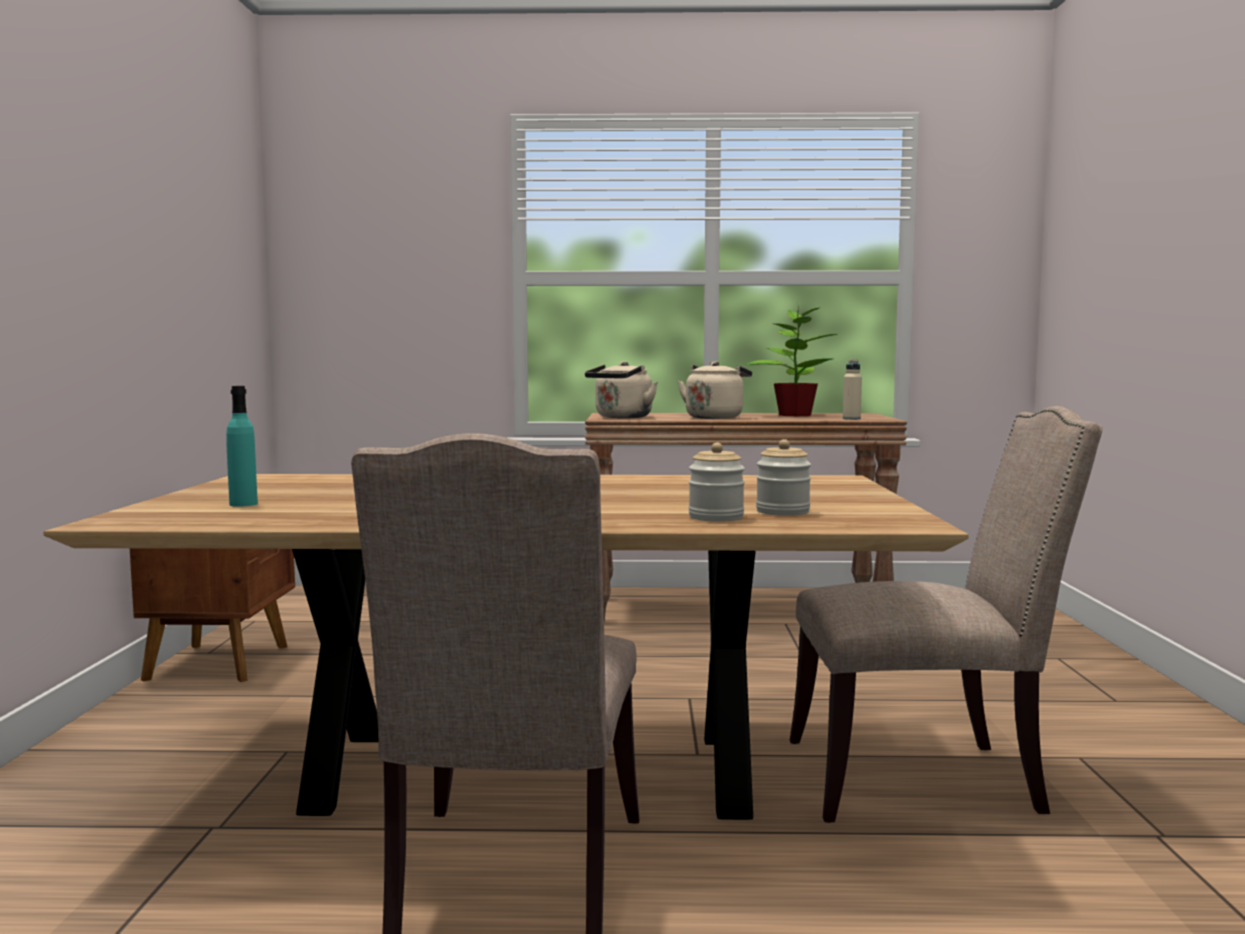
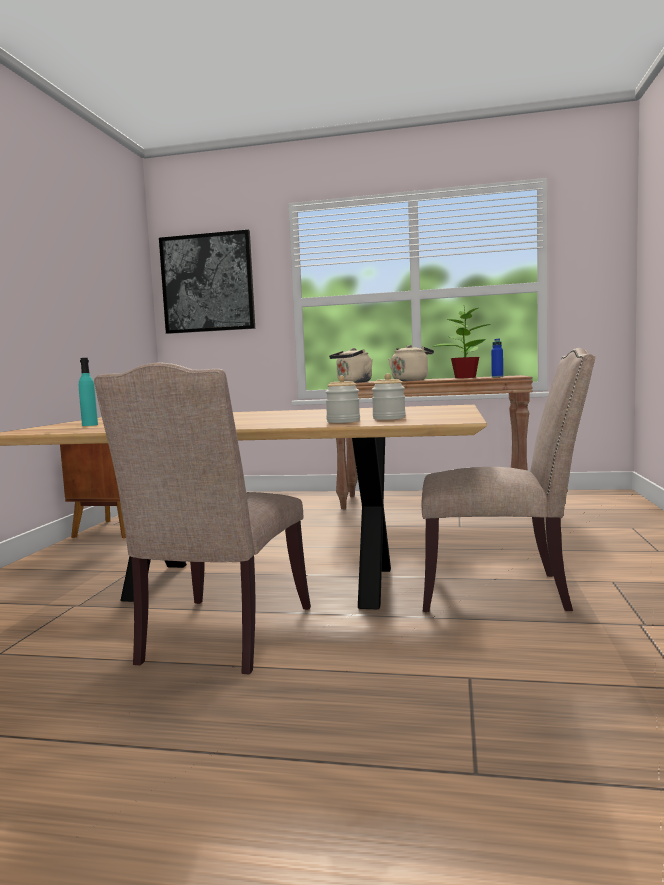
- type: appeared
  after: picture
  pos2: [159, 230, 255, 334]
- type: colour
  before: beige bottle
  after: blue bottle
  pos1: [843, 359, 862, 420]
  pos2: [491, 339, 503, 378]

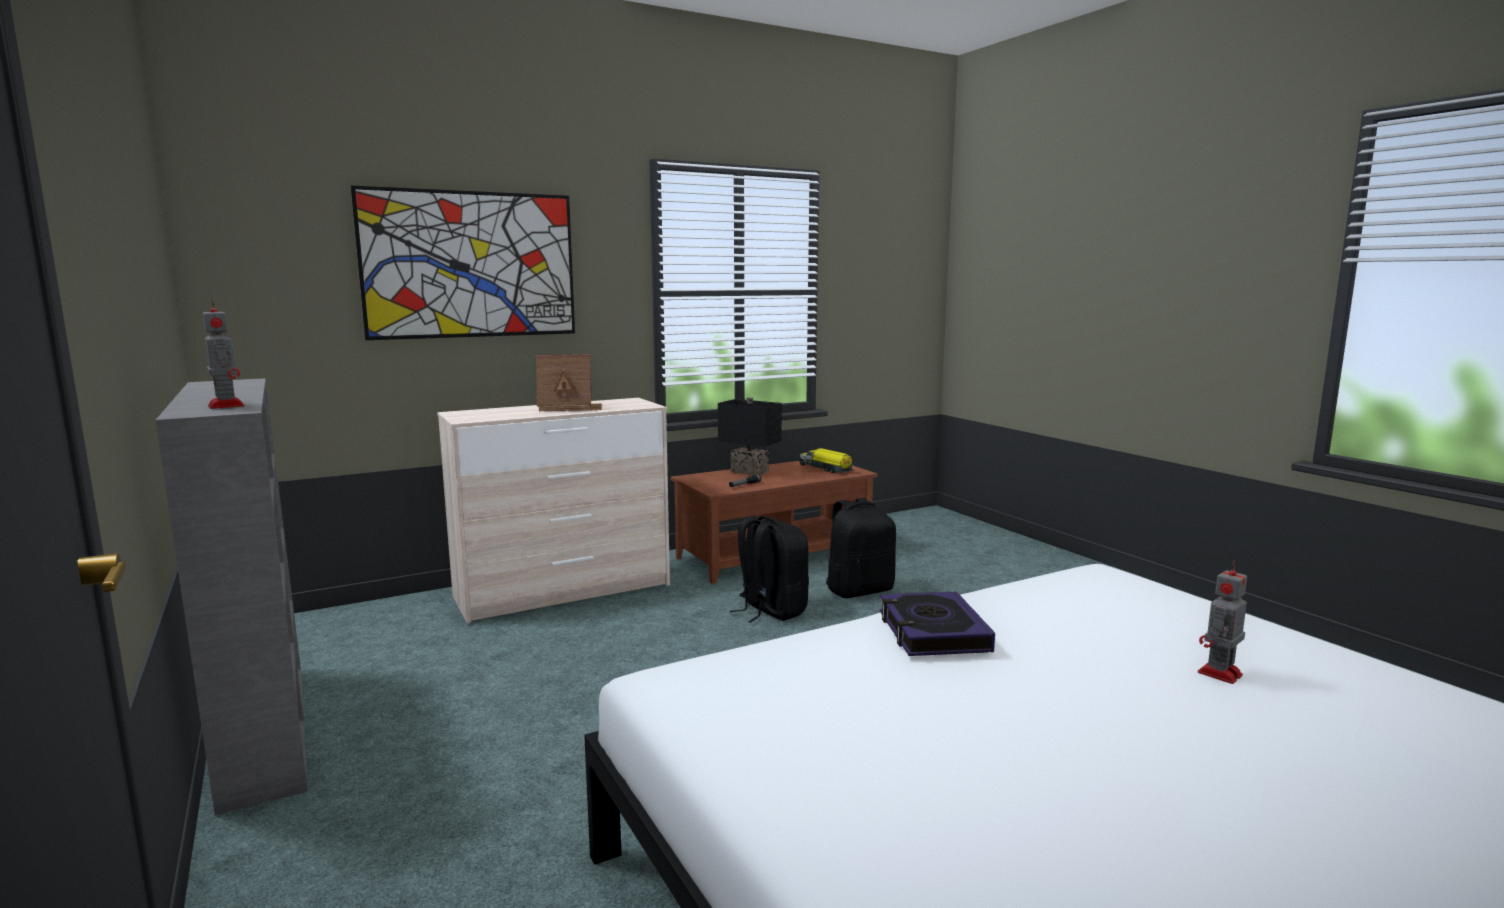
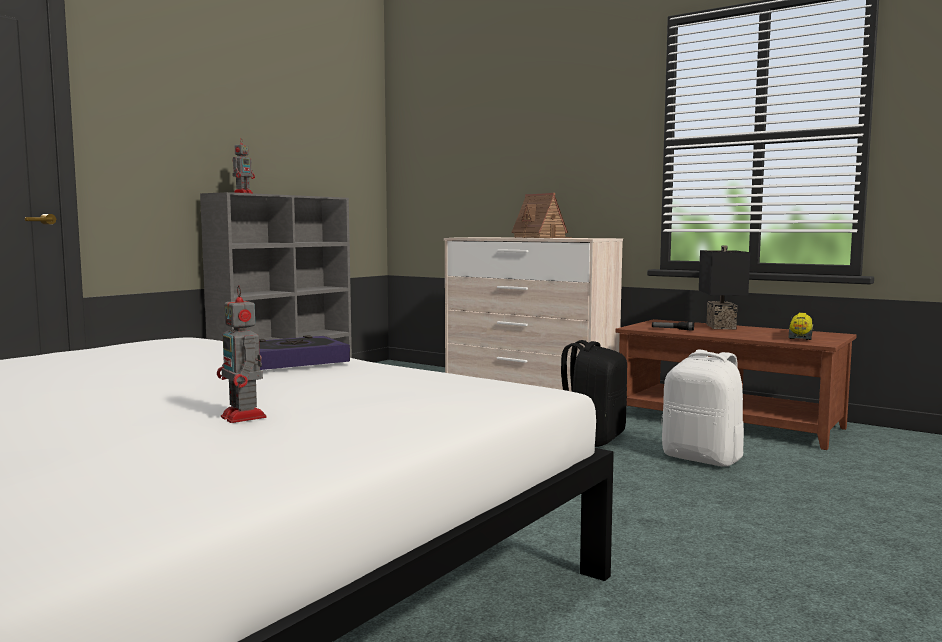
- type: missing
  before: picture
  pos1: [351, 185, 575, 340]
- type: colour
  before: black backpack
  after: white backpack
  pos1: [826, 498, 896, 598]
  pos2: [661, 349, 744, 467]
- type: spun
  before: toy robot
  pos1: [1198, 560, 1247, 684]
  pos2: [217, 285, 267, 423]
  turn: -150

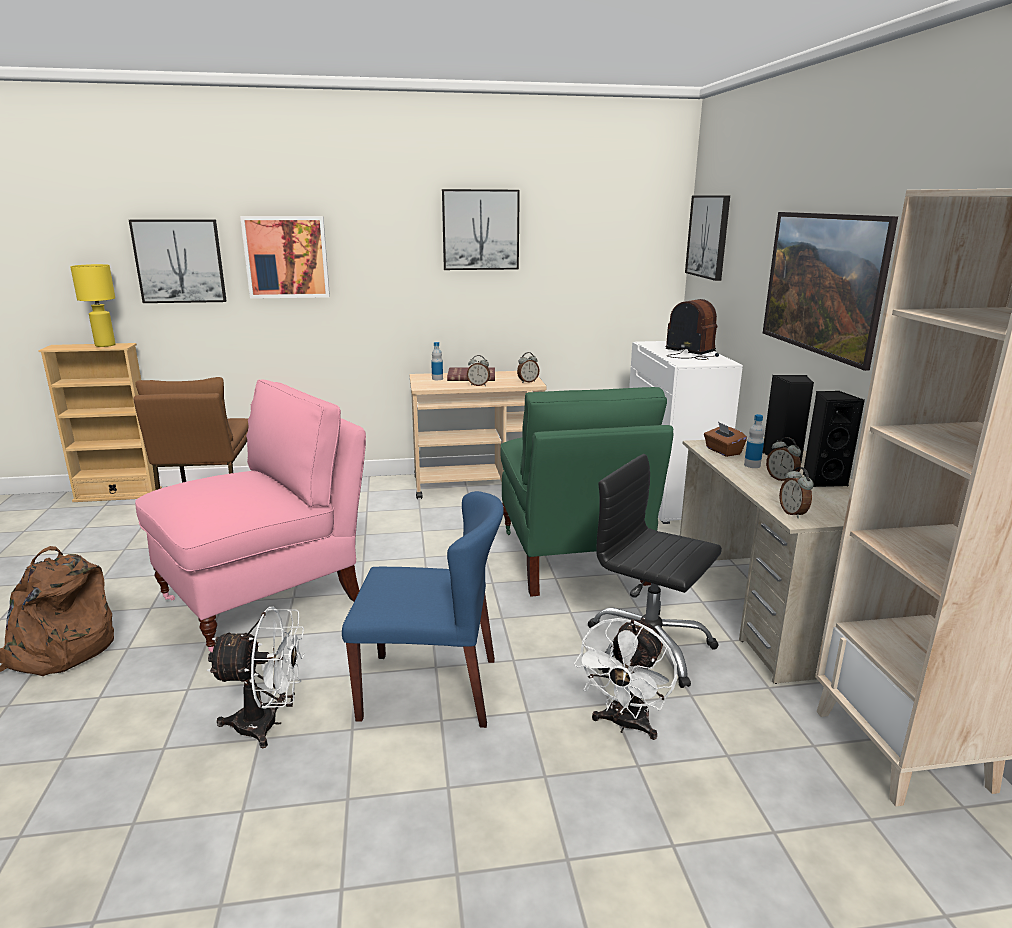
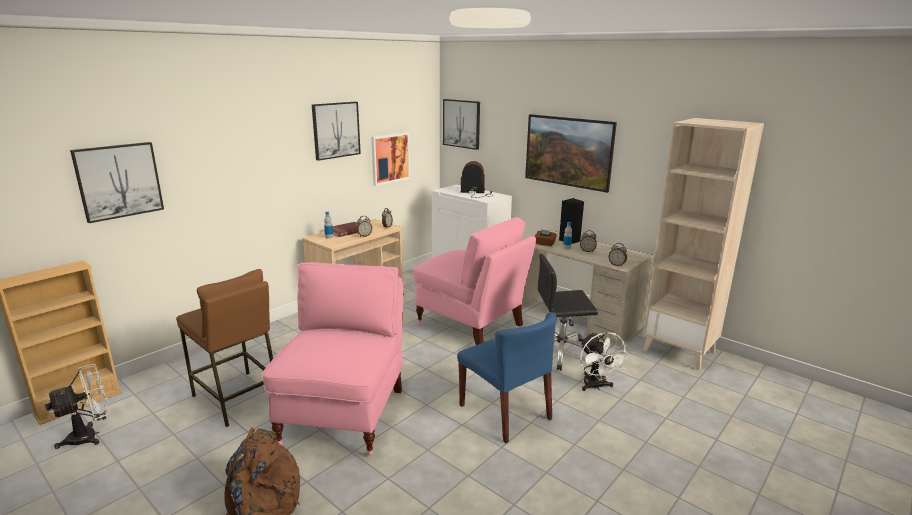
- type: missing
  before: yellow table lamp
  pos1: [70, 264, 115, 347]
- type: missing
  before: black speaker
  pos1: [803, 391, 865, 487]
- type: relocated
  before: white fan
  pos1: [207, 607, 305, 748]
  pos2: [45, 364, 110, 449]
- type: relocated
  before: picture
  pos1: [240, 216, 330, 299]
  pos2: [371, 132, 410, 186]
- type: colour
  before: green chair
  after: pink chair
  pos1: [500, 387, 673, 597]
  pos2: [413, 217, 536, 345]
- type: spun
  before: blue chair
  pos1: [342, 491, 504, 728]
  pos2: [457, 312, 556, 443]
  turn: 90

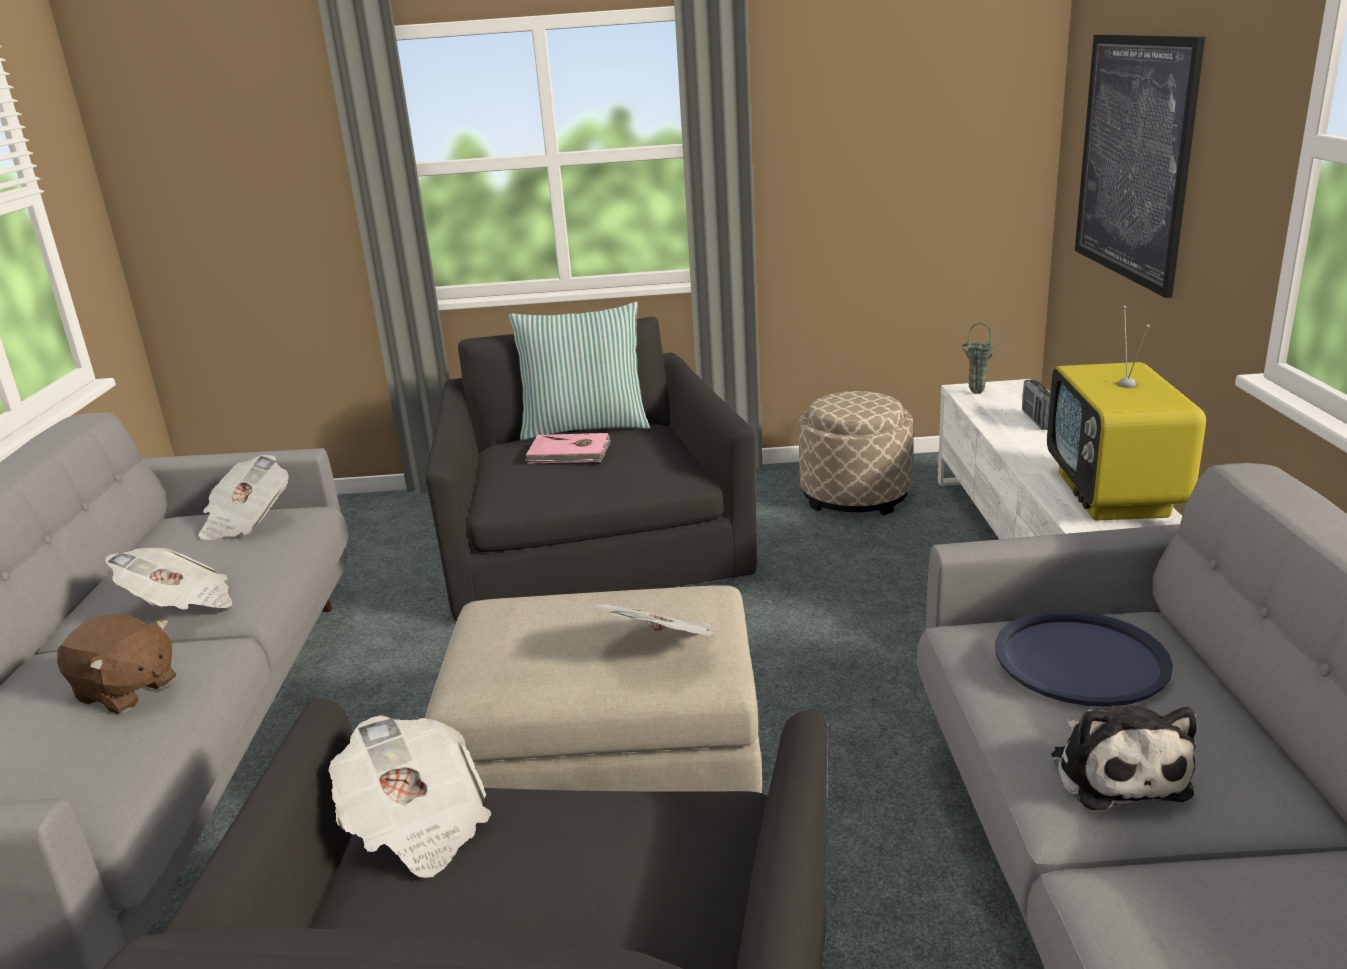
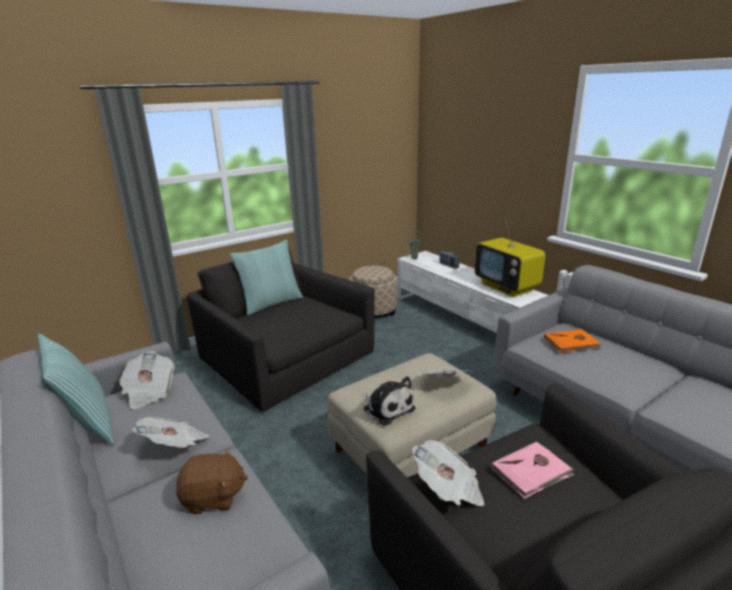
- type: missing
  before: picture
  pos1: [1075, 34, 1205, 298]
- type: appeared
  after: pillow
  pos2: [38, 334, 114, 445]
- type: relocated
  before: pink book
  pos1: [526, 433, 611, 464]
  pos2: [491, 442, 575, 499]
- type: relocated
  before: plush toy
  pos1: [1051, 705, 1197, 810]
  pos2: [363, 376, 415, 426]
- type: exchanged
  before: blue tray
  after: orange book
  pos1: [995, 610, 1173, 707]
  pos2: [544, 329, 602, 353]

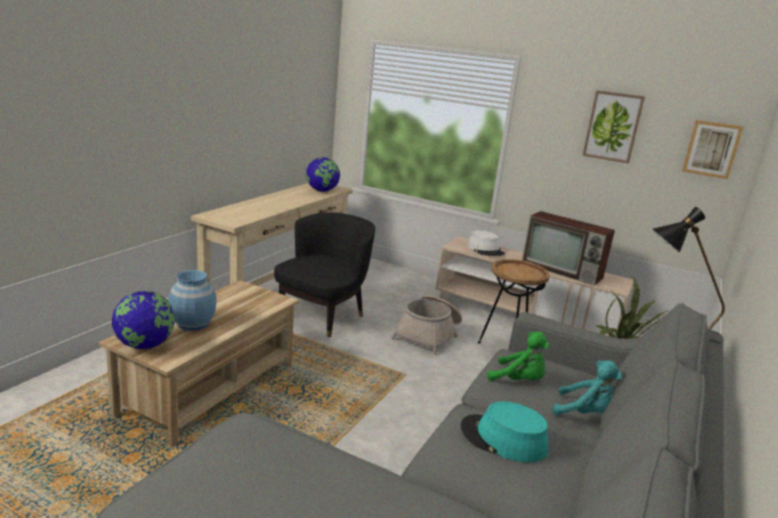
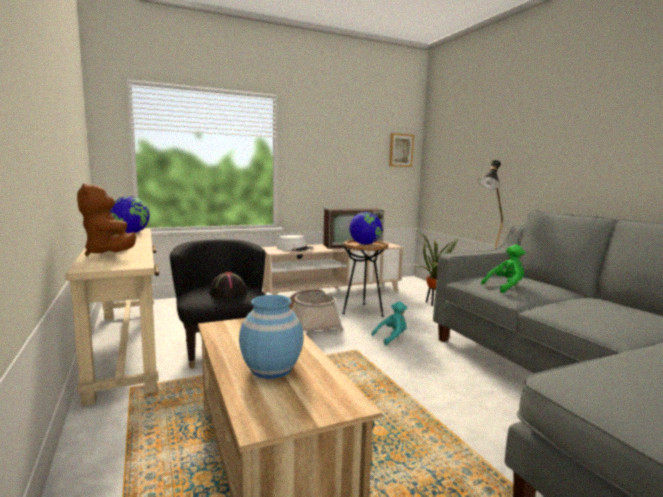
- type: missing
  before: turquoise hat
  pos1: [460, 401, 548, 462]
- type: missing
  before: picture
  pos1: [582, 90, 645, 164]
- type: appeared
  after: brown plush toy
  pos2: [77, 184, 136, 256]
- type: appeared
  after: black hat
  pos2: [209, 272, 246, 298]
- type: relocated
  before: globe
  pos1: [112, 291, 175, 349]
  pos2: [349, 212, 382, 245]
- type: relocated
  before: turquoise plush toy
  pos1: [553, 360, 623, 415]
  pos2: [371, 301, 407, 345]

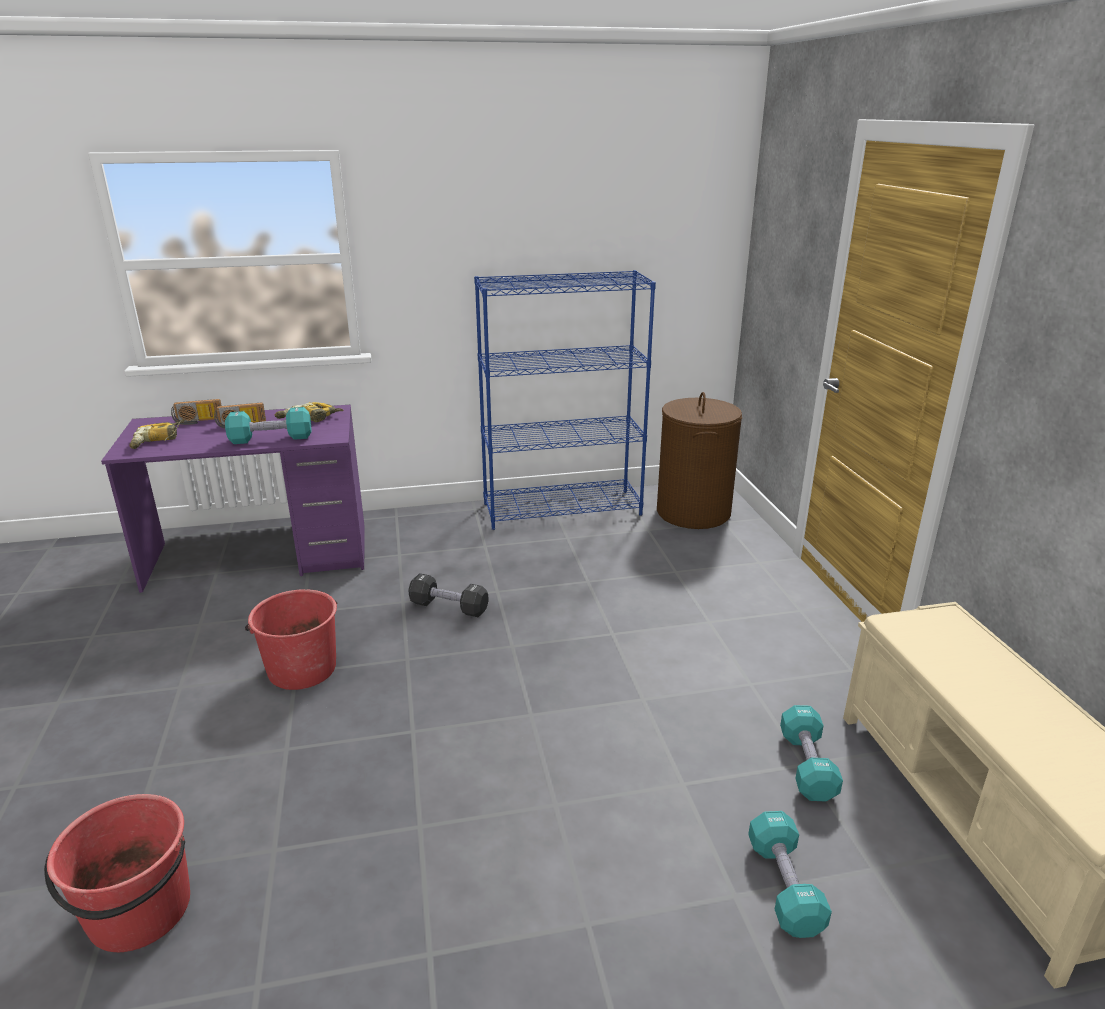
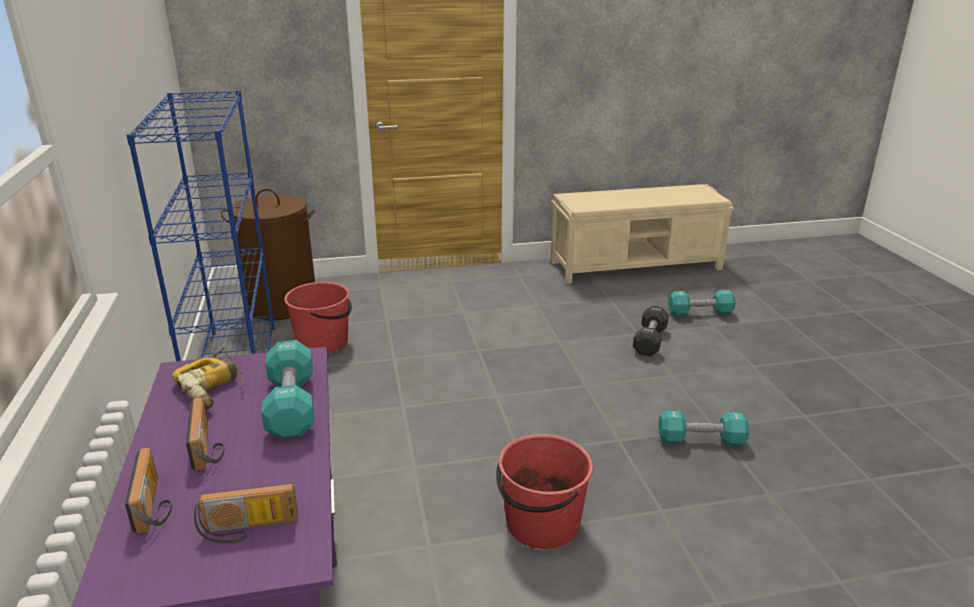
- type: relocated
  before: red bucket
  pos1: [44, 794, 190, 952]
  pos2: [284, 282, 352, 354]
- type: relocated
  before: black dumbbell
  pos1: [408, 573, 489, 617]
  pos2: [633, 306, 669, 356]
- type: relocated
  before: turquoise dumbbell
  pos1: [780, 705, 843, 801]
  pos2: [659, 410, 749, 446]
- type: exchanged
  before: power drill
  after: radio
  pos1: [130, 420, 184, 449]
  pos2: [194, 483, 298, 543]

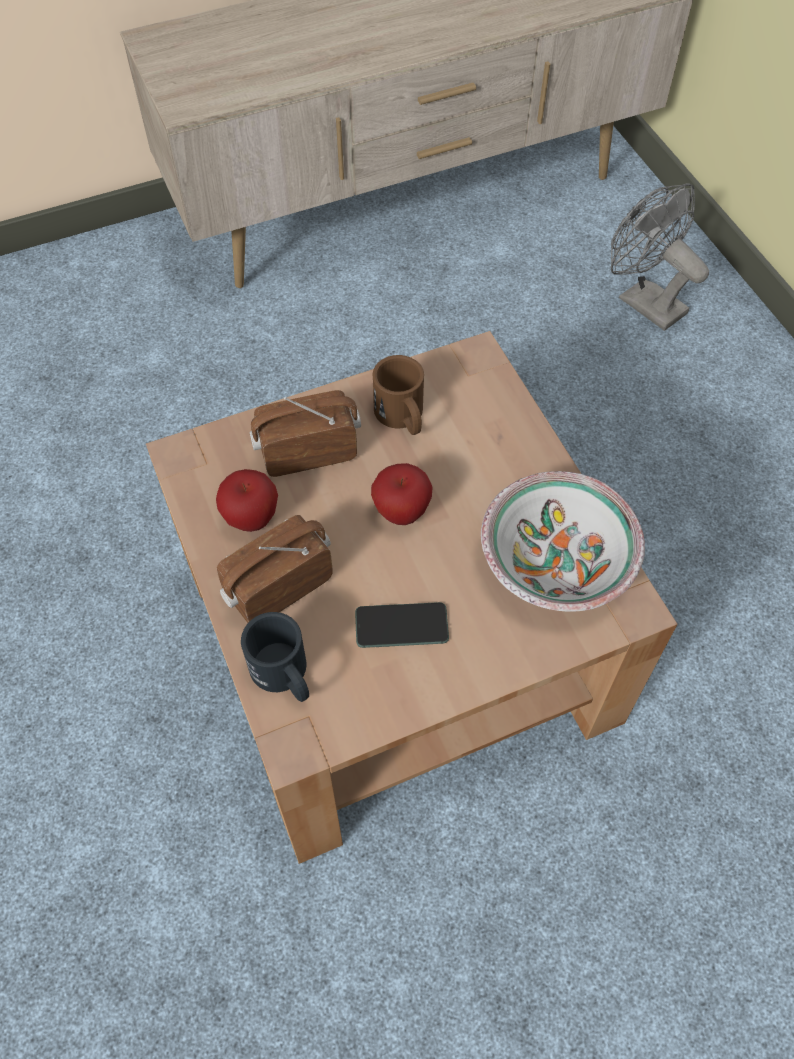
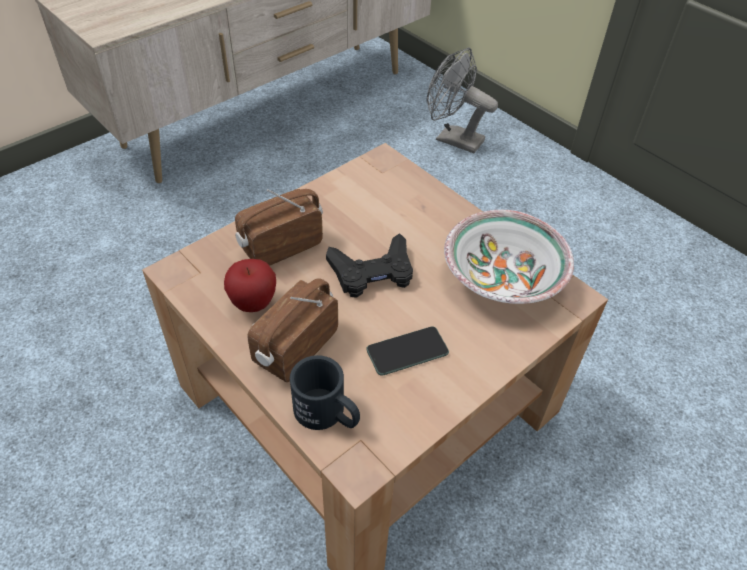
- type: missing
  before: brown mug
  pos1: [373, 355, 424, 435]
- type: exchanged
  before: apple
  after: black game controller
  pos1: [371, 463, 433, 525]
  pos2: [326, 233, 413, 298]

